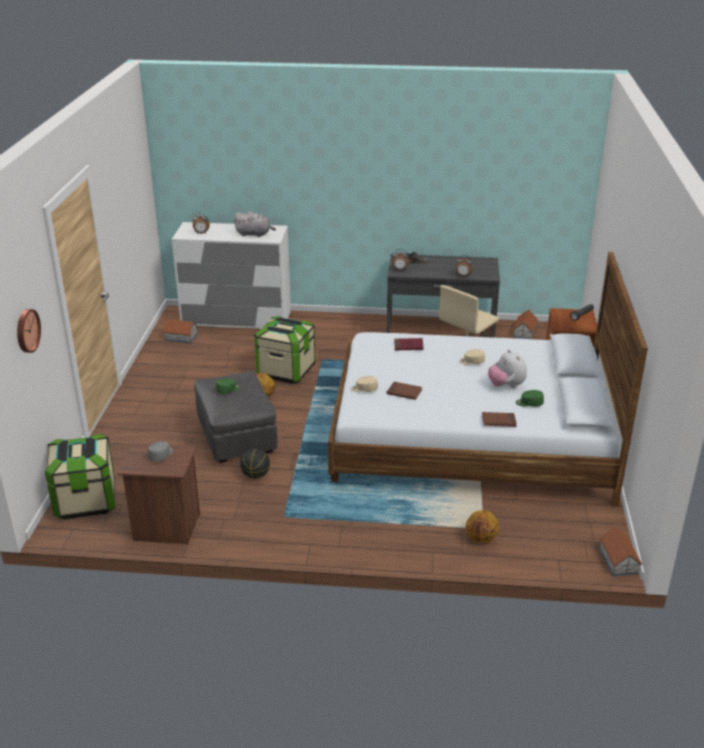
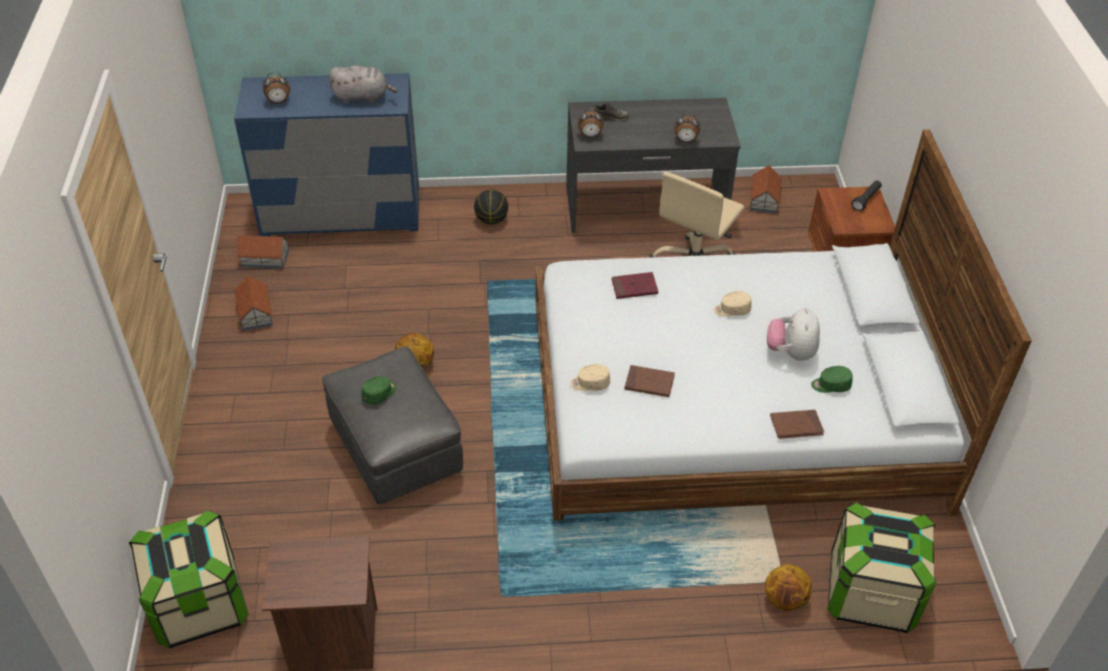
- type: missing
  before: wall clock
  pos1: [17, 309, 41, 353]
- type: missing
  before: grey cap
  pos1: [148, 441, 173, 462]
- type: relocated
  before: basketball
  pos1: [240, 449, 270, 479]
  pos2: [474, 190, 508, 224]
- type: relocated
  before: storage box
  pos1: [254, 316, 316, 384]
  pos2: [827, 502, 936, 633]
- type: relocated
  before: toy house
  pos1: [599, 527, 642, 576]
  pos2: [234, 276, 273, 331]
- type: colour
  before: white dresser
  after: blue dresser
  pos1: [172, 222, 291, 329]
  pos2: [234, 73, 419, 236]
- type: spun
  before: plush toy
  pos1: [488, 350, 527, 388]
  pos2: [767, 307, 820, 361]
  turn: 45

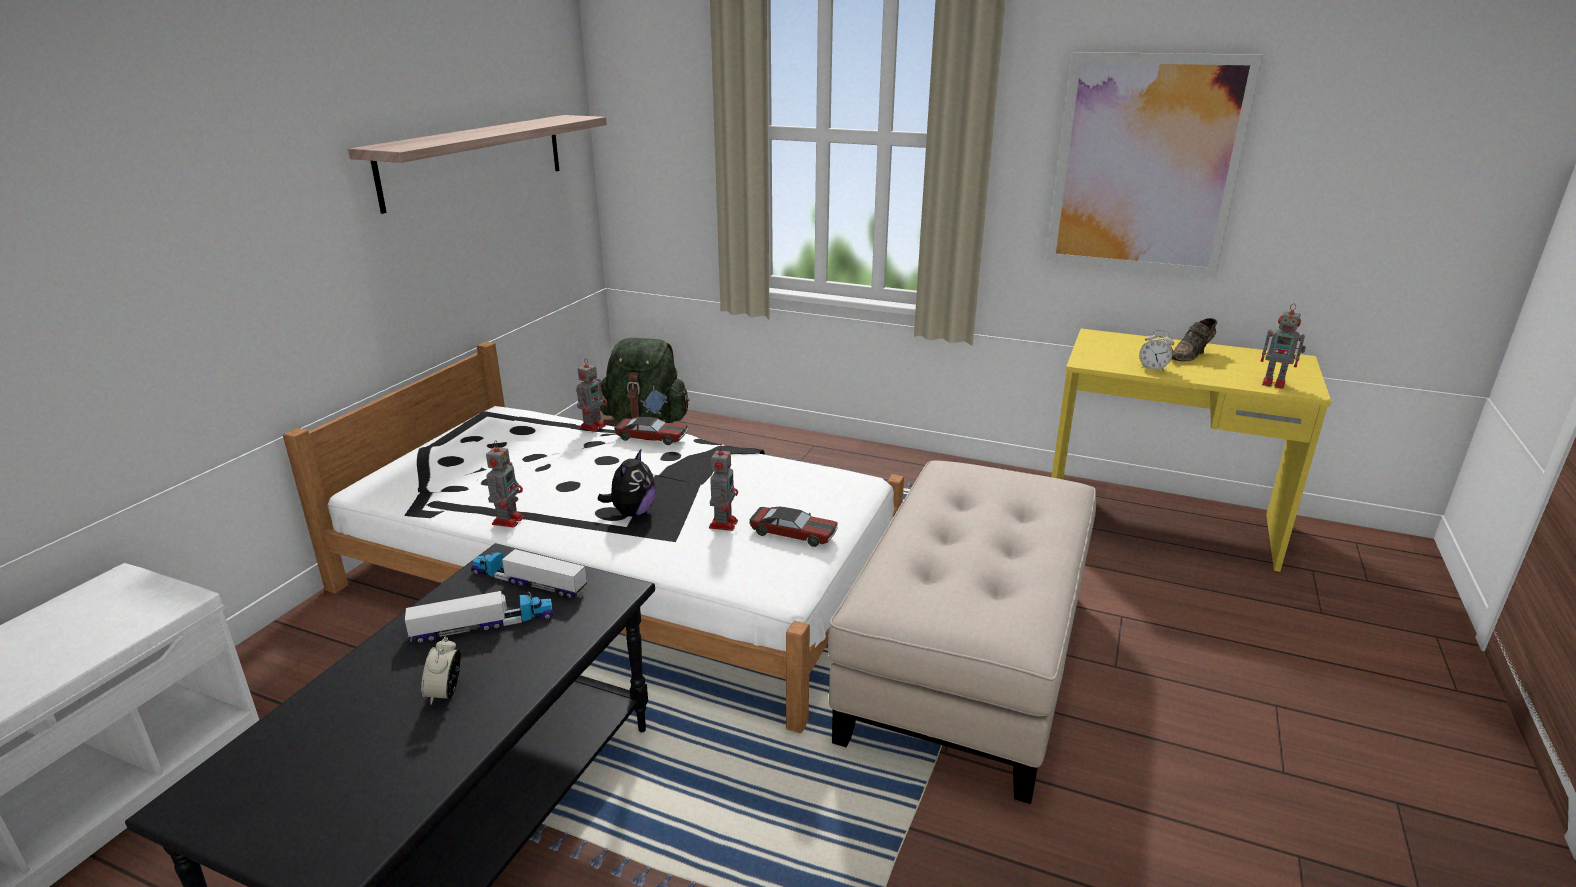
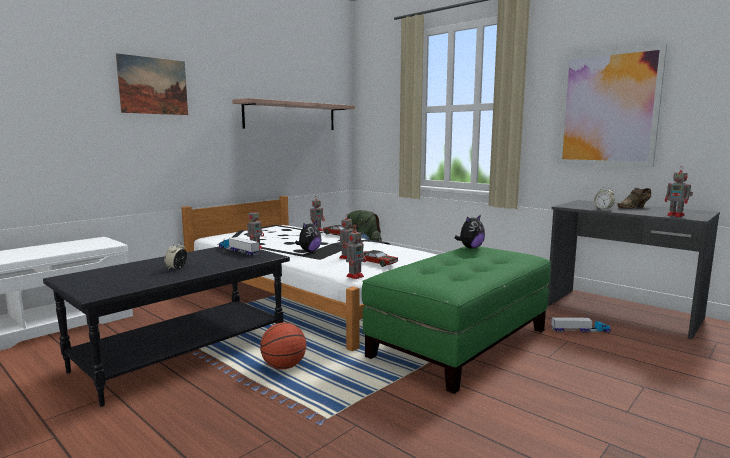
- type: appeared
  after: picture
  pos2: [116, 53, 188, 115]
- type: appeared
  after: basketball
  pos2: [260, 323, 306, 369]
- type: appeared
  after: toy robot
  pos2: [346, 230, 367, 279]
- type: appeared
  after: plush toy
  pos2: [455, 214, 485, 249]
- type: relocated
  before: toy truck
  pos1: [405, 591, 554, 643]
  pos2: [551, 317, 611, 333]
- type: colour
  before: beige ottoman
  after: green ottoman
  pos1: [828, 460, 1096, 804]
  pos2: [362, 246, 551, 394]
- type: colour
  before: yellow desk
  after: grey desk
  pos1: [1051, 329, 1331, 572]
  pos2: [548, 200, 720, 339]

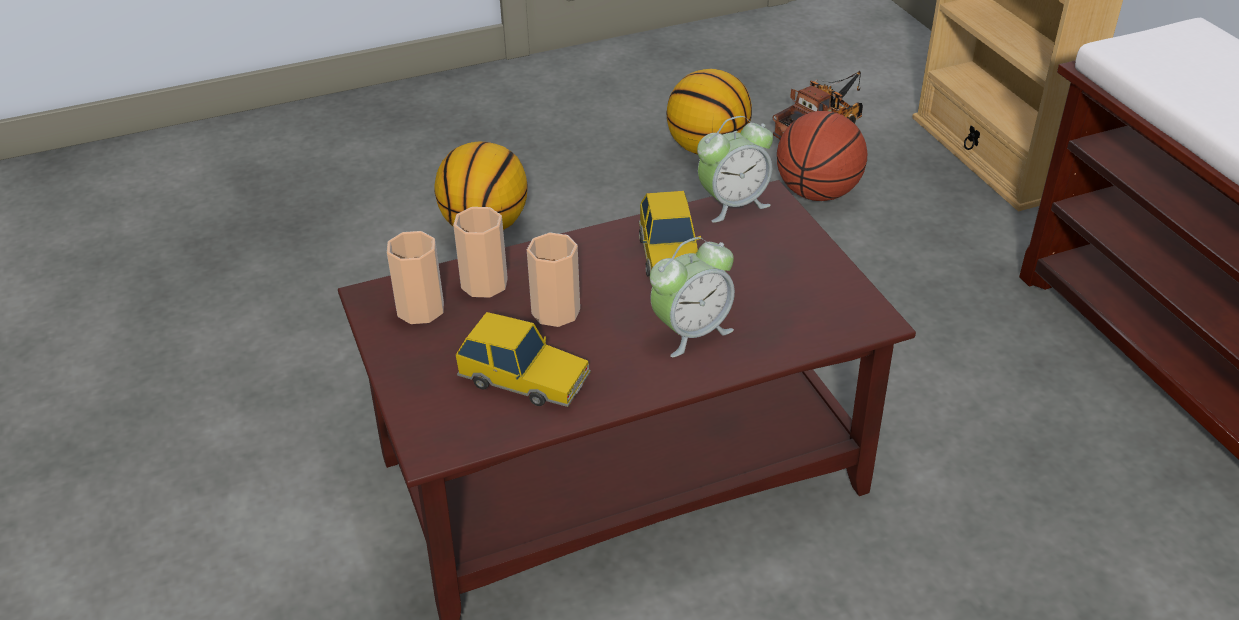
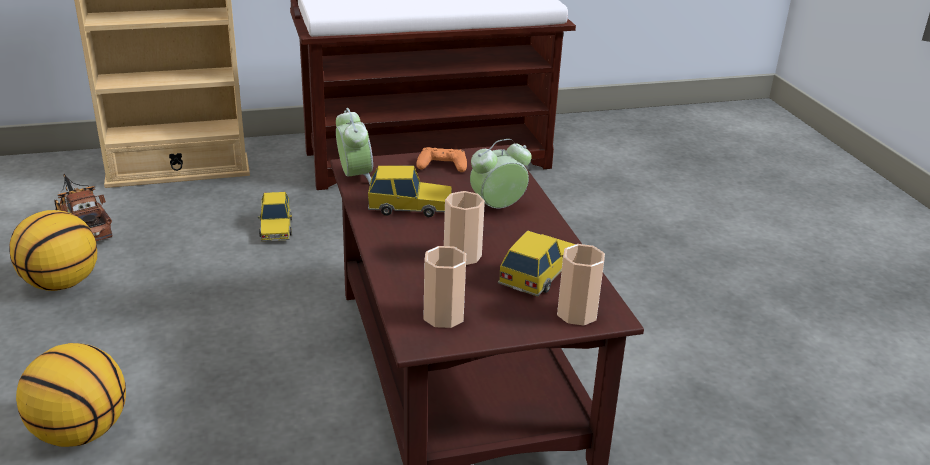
- type: missing
  before: basketball
  pos1: [777, 111, 867, 201]
- type: appeared
  after: toy car
  pos2: [258, 192, 292, 241]
- type: appeared
  after: orange game controller
  pos2: [416, 147, 467, 172]
- type: relocated
  before: cup
  pos1: [453, 207, 508, 298]
  pos2: [557, 244, 605, 326]
- type: spun
  before: alarm clock
  pos1: [650, 237, 735, 357]
  pos2: [470, 139, 532, 208]
  turn: -90

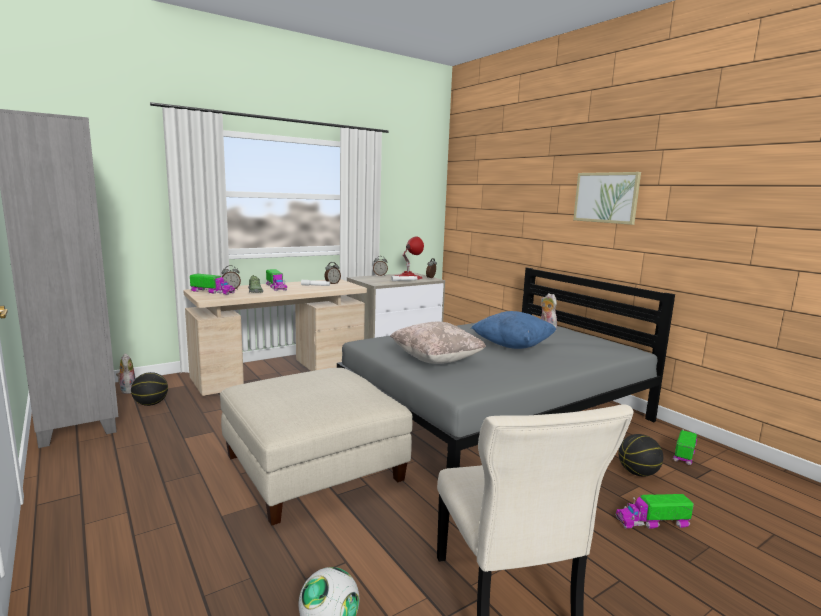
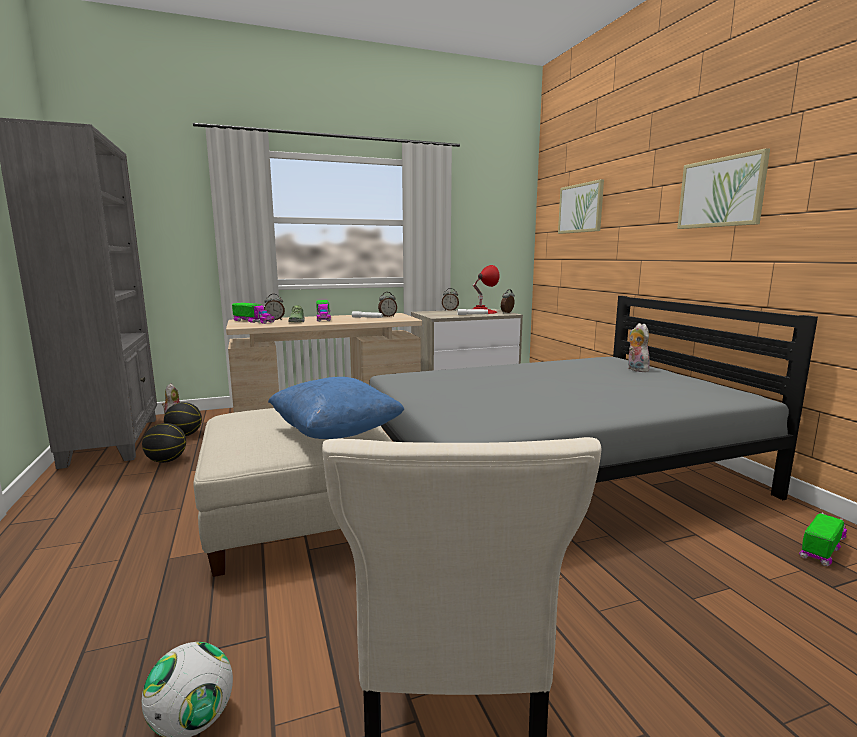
- type: missing
  before: beige pillow
  pos1: [390, 322, 486, 364]
- type: missing
  before: toy truck
  pos1: [615, 494, 694, 529]
- type: appeared
  after: picture
  pos2: [558, 179, 604, 234]
- type: relocated
  before: blue pillow
  pos1: [471, 311, 557, 349]
  pos2: [268, 377, 404, 439]
- type: relocated
  before: basketball
  pos1: [618, 434, 663, 477]
  pos2: [142, 423, 186, 463]

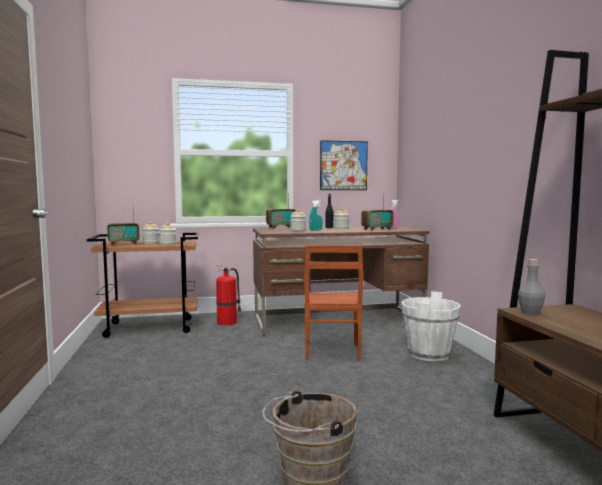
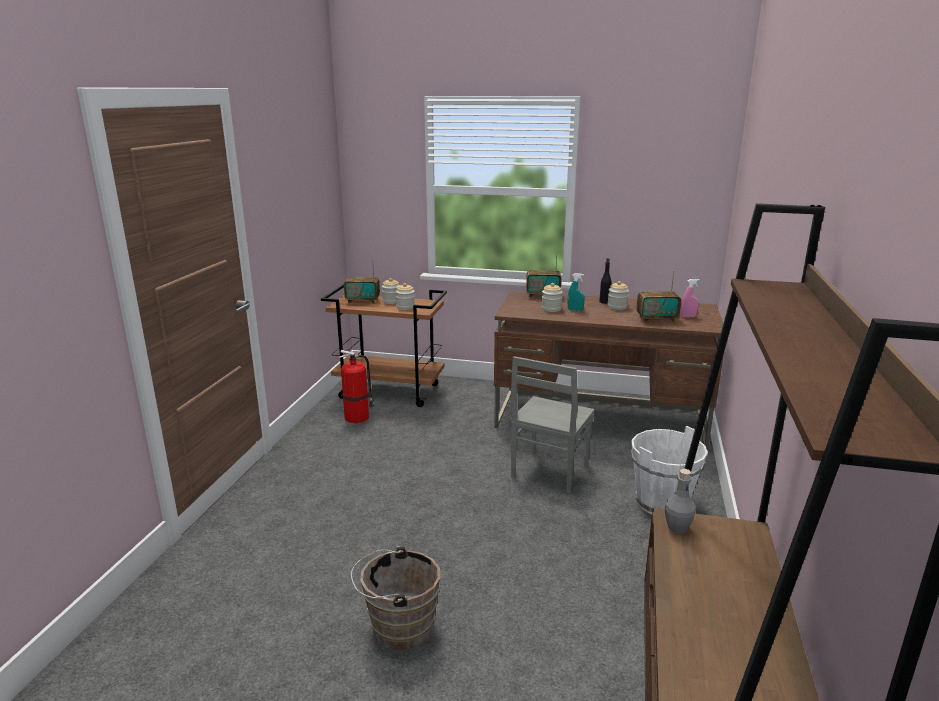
- type: missing
  before: picture
  pos1: [320, 140, 368, 190]
- type: relocated
  before: fire extinguisher
  pos1: [215, 265, 241, 326]
  pos2: [338, 350, 374, 423]
- type: colour
  before: brown chair
  after: grey chair
  pos1: [304, 245, 363, 361]
  pos2: [510, 356, 594, 493]

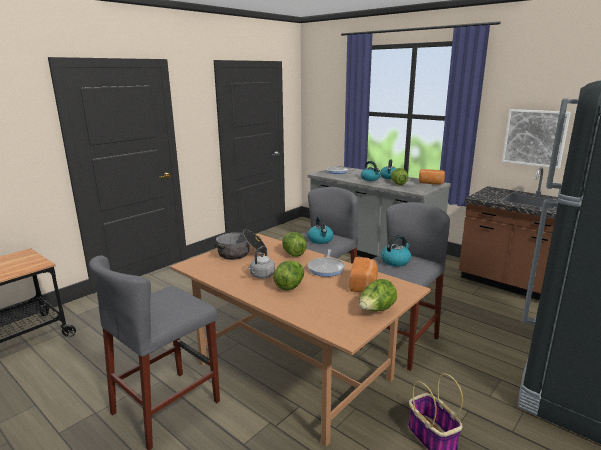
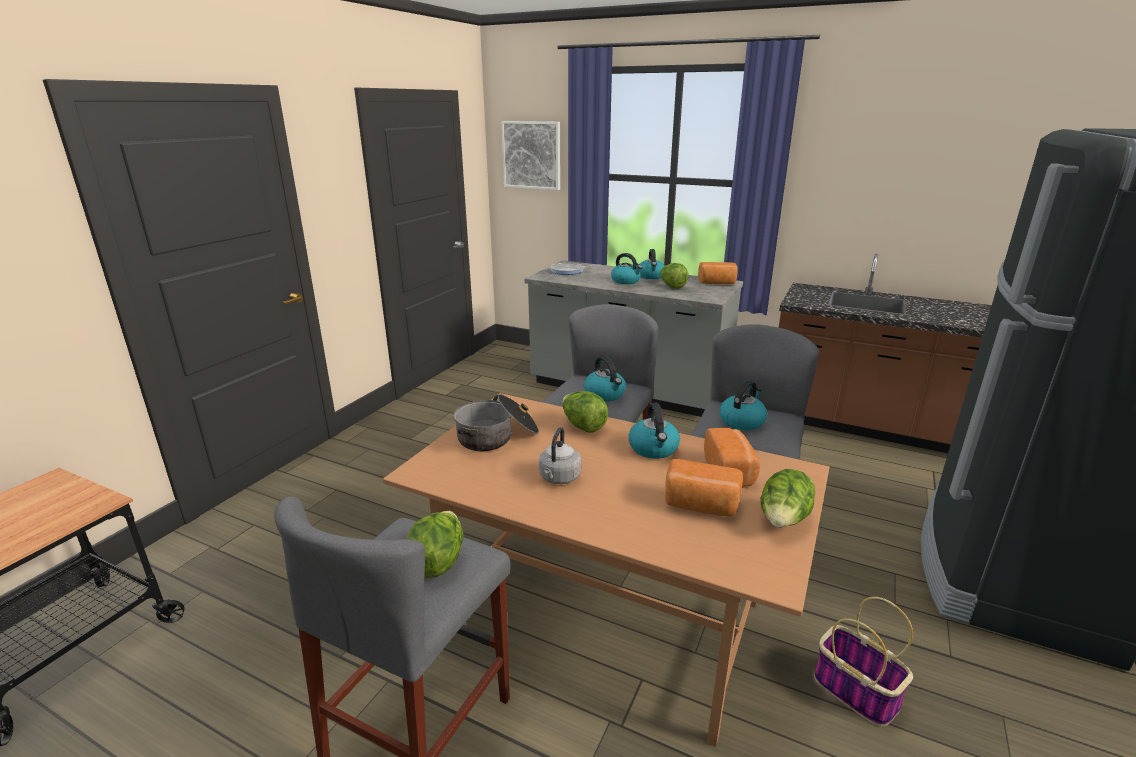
- type: appeared
  after: bread
  pos2: [665, 459, 743, 517]
- type: relocated
  before: lettuce
  pos1: [273, 261, 304, 290]
  pos2: [407, 511, 463, 578]
- type: relocated
  before: picture
  pos1: [502, 109, 571, 169]
  pos2: [501, 121, 560, 190]
- type: exchanged
  before: frying pan
  after: kettle
  pos1: [308, 249, 345, 277]
  pos2: [628, 403, 680, 459]

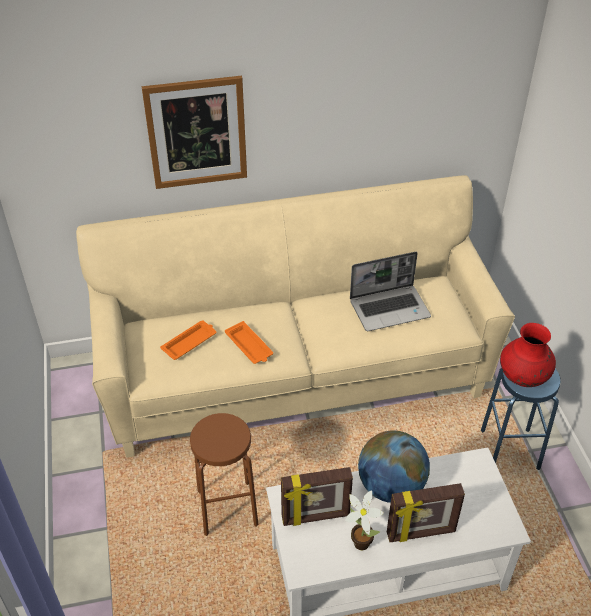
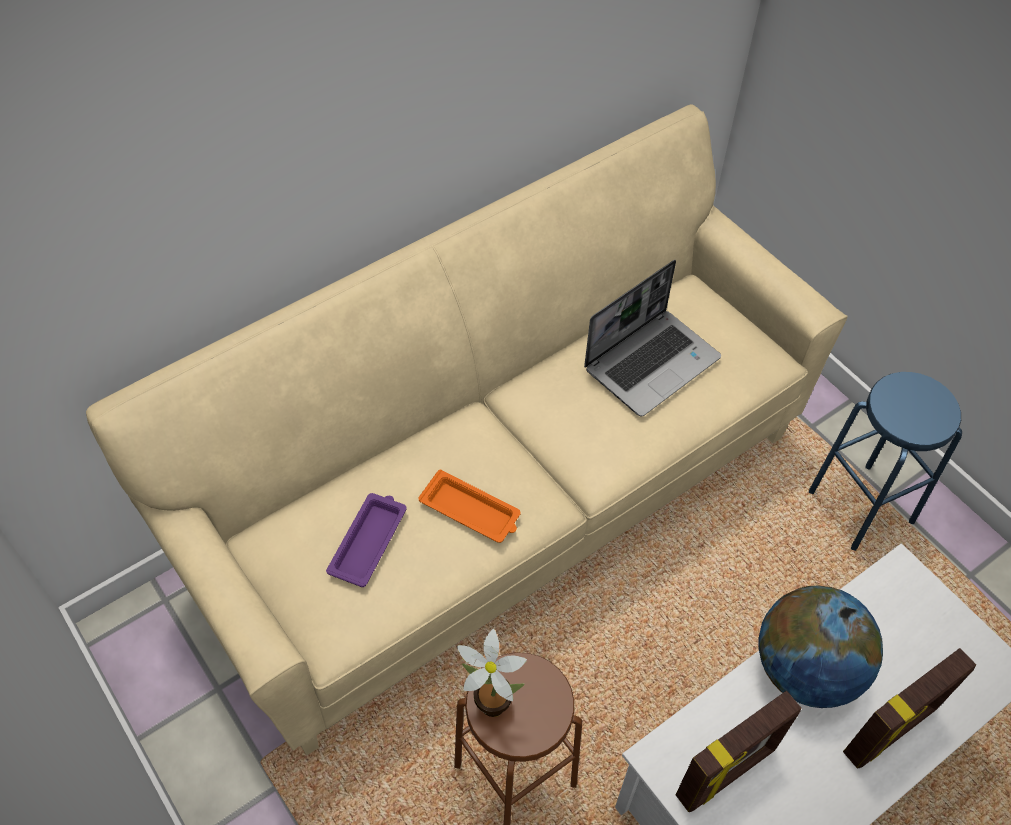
- type: missing
  before: picture
  pos1: [142, 76, 247, 189]
- type: missing
  before: red vase
  pos1: [500, 323, 556, 387]
- type: relocated
  before: potted plant
  pos1: [345, 490, 384, 550]
  pos2: [457, 629, 527, 717]
- type: colour
  before: orange tray
  after: purple tray
  pos1: [160, 320, 217, 360]
  pos2: [326, 493, 407, 587]

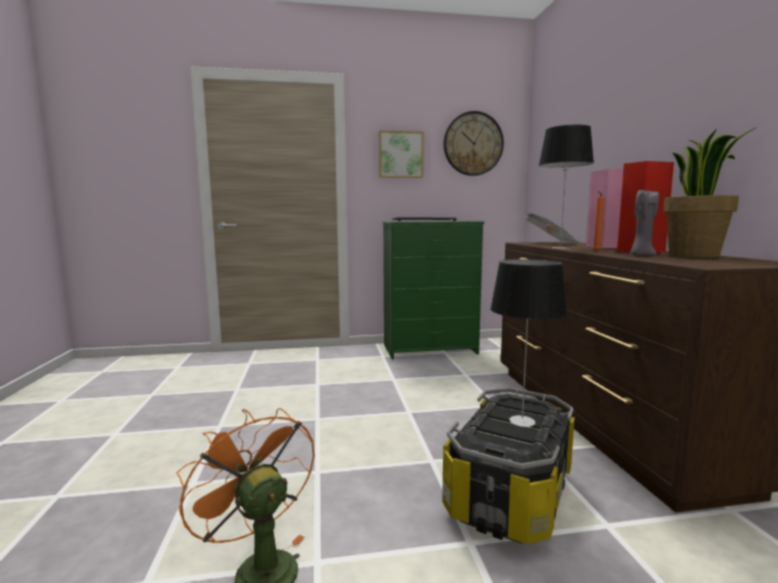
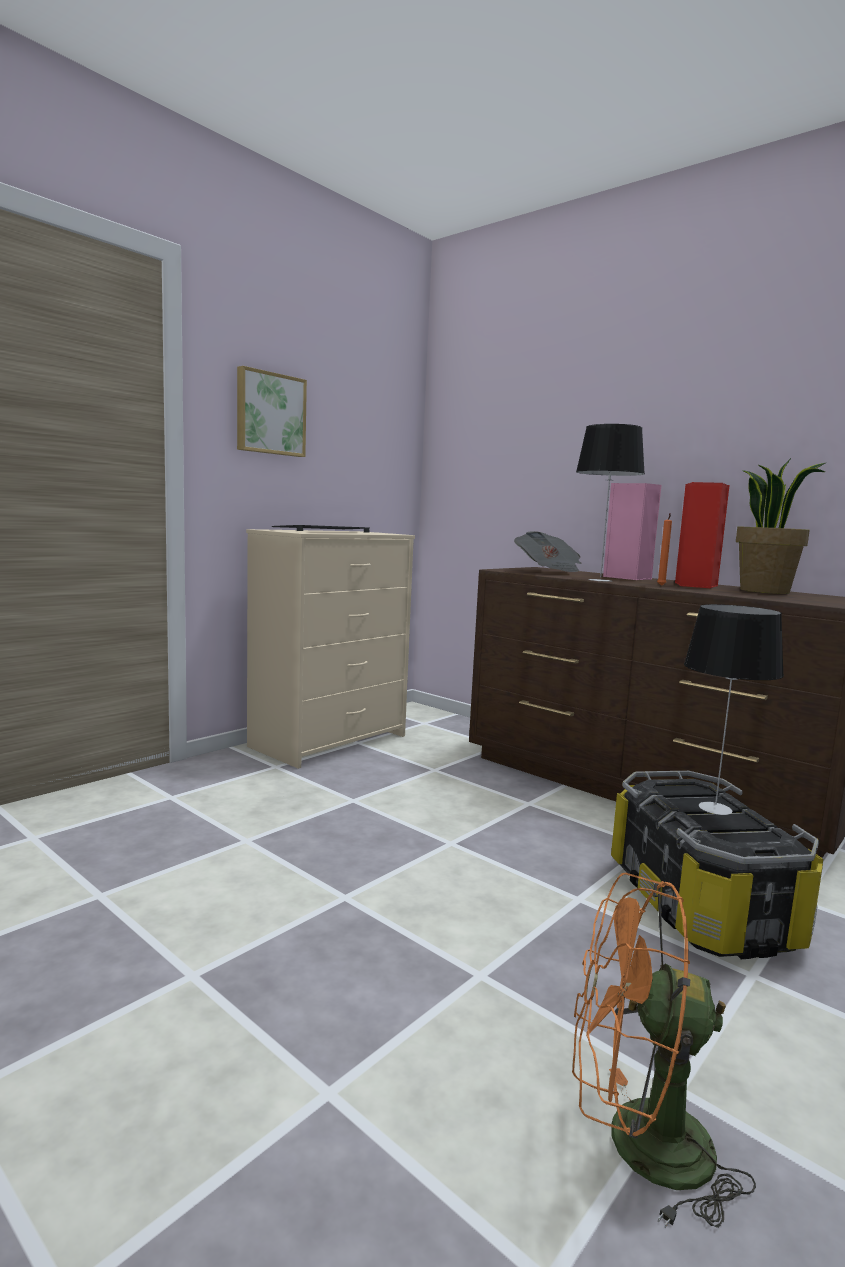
- type: missing
  before: wall clock
  pos1: [444, 111, 504, 176]
- type: missing
  before: grey candle
  pos1: [630, 187, 659, 256]
- type: colour
  before: green dresser
  after: beige dresser
  pos1: [382, 221, 484, 359]
  pos2: [246, 529, 415, 769]

